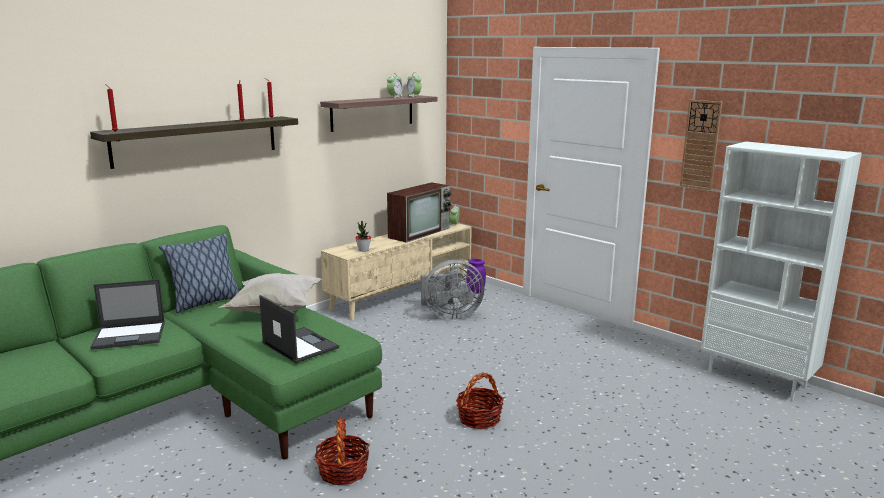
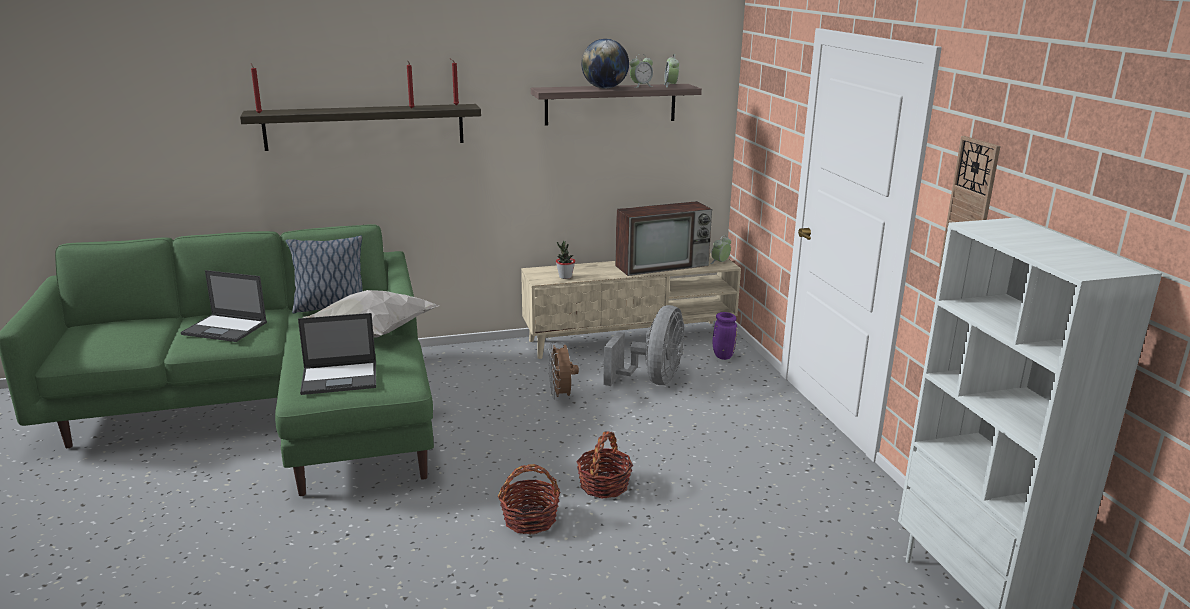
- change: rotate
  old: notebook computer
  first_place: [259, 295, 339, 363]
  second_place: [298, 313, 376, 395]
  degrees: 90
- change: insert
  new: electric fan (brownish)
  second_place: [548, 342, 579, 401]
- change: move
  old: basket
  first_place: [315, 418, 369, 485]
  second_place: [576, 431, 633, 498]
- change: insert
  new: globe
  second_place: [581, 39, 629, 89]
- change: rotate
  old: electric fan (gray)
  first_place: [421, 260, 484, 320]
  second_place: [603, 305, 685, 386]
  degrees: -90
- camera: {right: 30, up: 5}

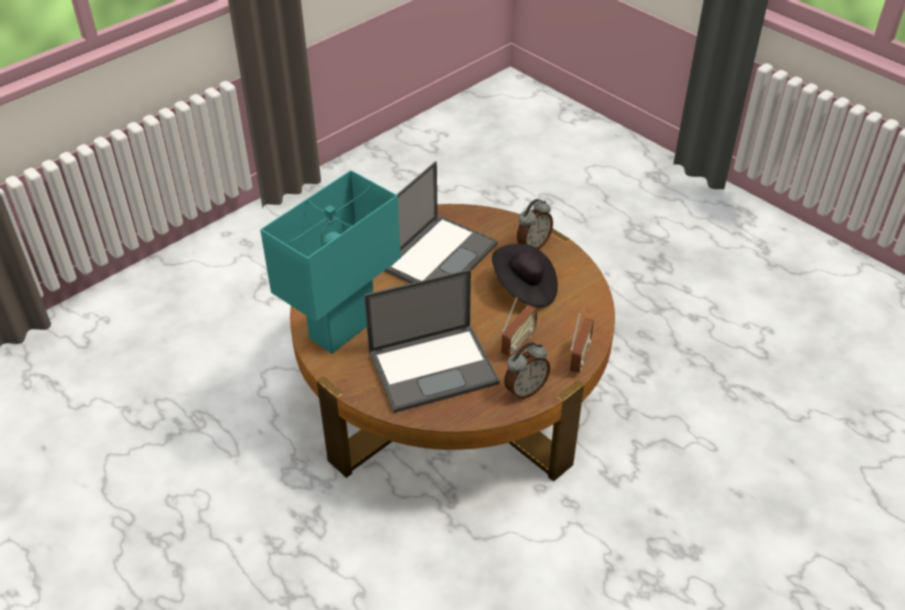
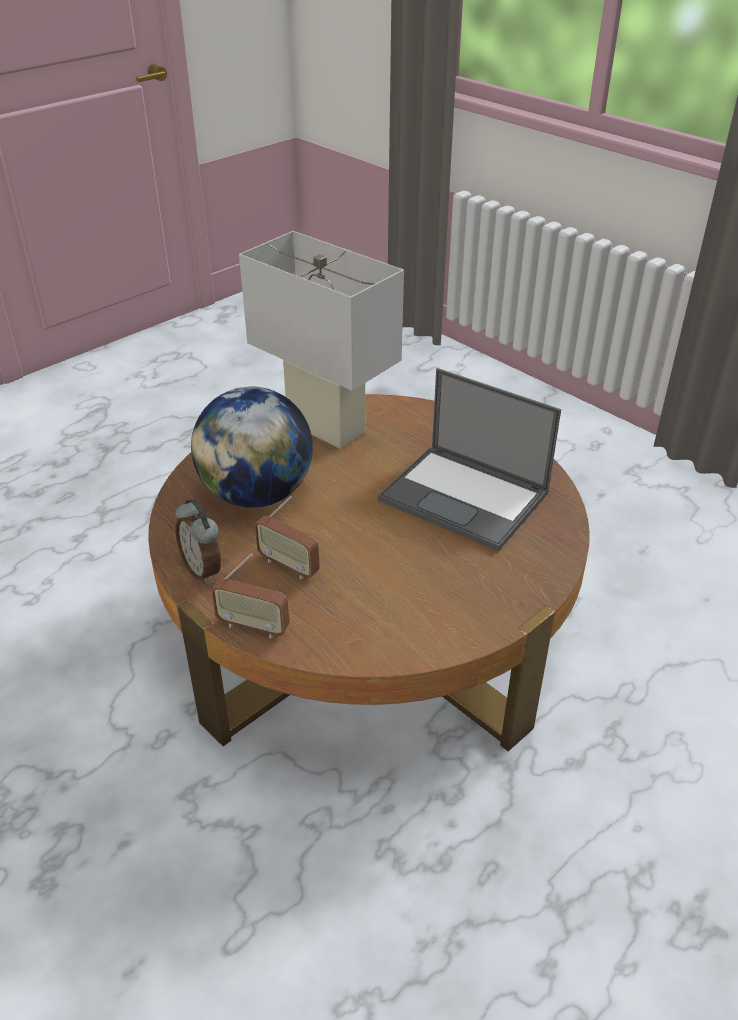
- change: replace
  old: notebook computer
  new: globe
  first_place: [364, 269, 500, 413]
  second_place: [191, 386, 313, 508]
- change: recolor
  old: table lamp (turquoise-coloured)
  new: table lamp (whitish)
  first_place: [260, 170, 401, 354]
  second_place: [239, 231, 404, 449]
- change: delete
  old: clothing hat (blackish)
  first_place: [492, 244, 558, 307]
- change: delete
  old: alarm clock
  first_place: [517, 199, 553, 249]
- camera: {right: 90, up: -5}

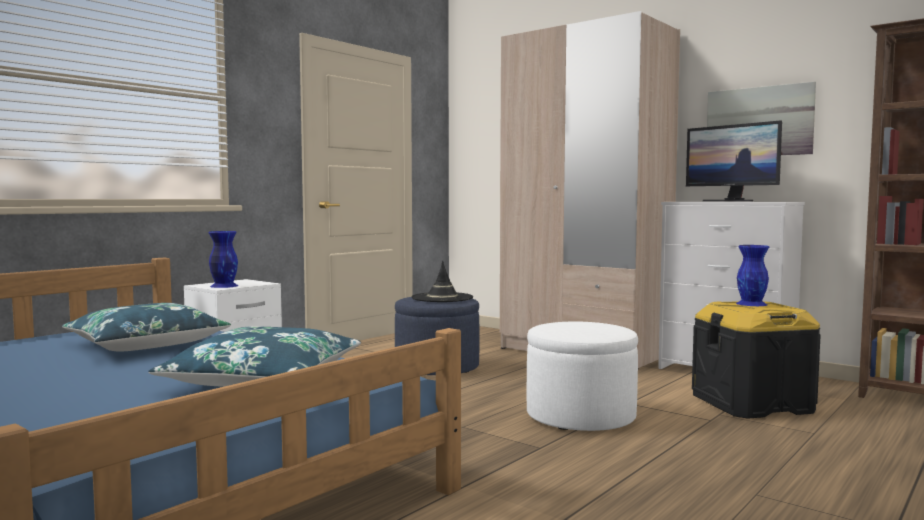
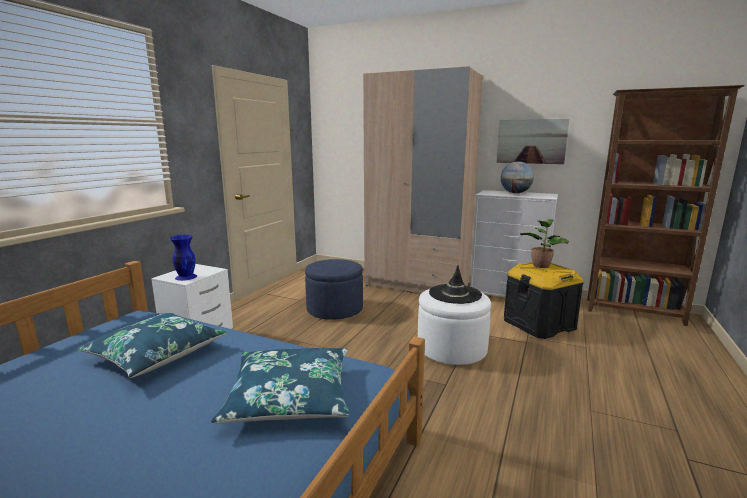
- change: move
  old: clothing hat (blackish)
  first_place: [411, 261, 473, 302]
  second_place: [429, 265, 482, 304]
- change: replace
  old: monitor
  new: globe
  first_place: [686, 120, 782, 202]
  second_place: [501, 161, 534, 193]
- change: replace
  old: vase (blue)
  new: plant in a pot
  first_place: [736, 245, 769, 306]
  second_place: [520, 219, 569, 268]
- camera: {right: -15, up: 10}

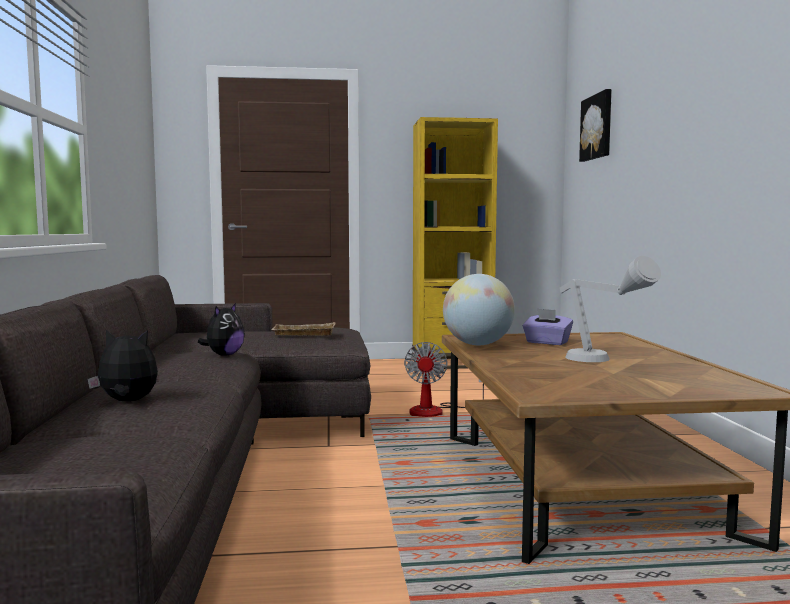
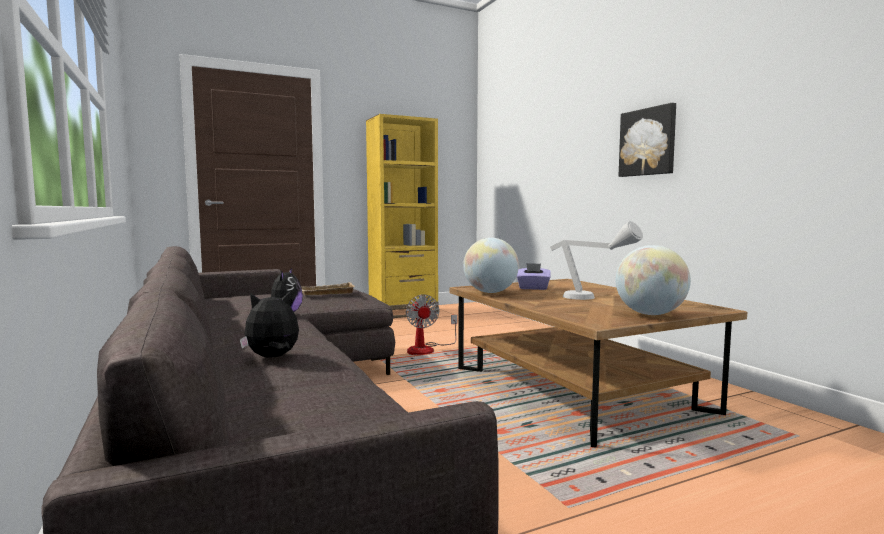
- change: insert
  new: globe
  second_place: [616, 245, 691, 315]
- change: move
  old: wall art
  first_place: [579, 89, 612, 162]
  second_place: [619, 103, 676, 177]
- camera: {right: -20, up: 0}

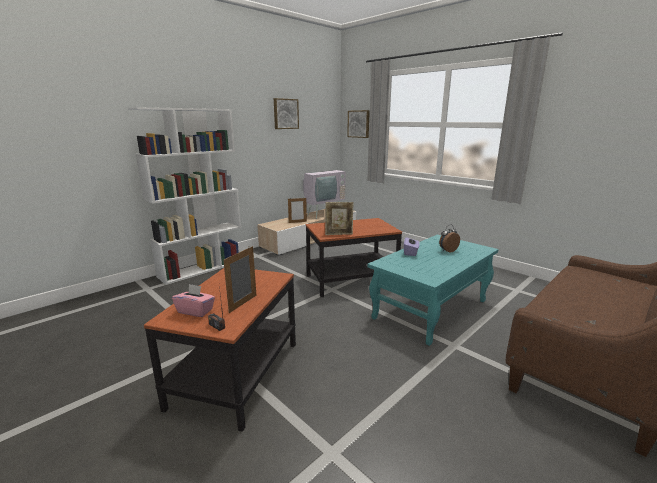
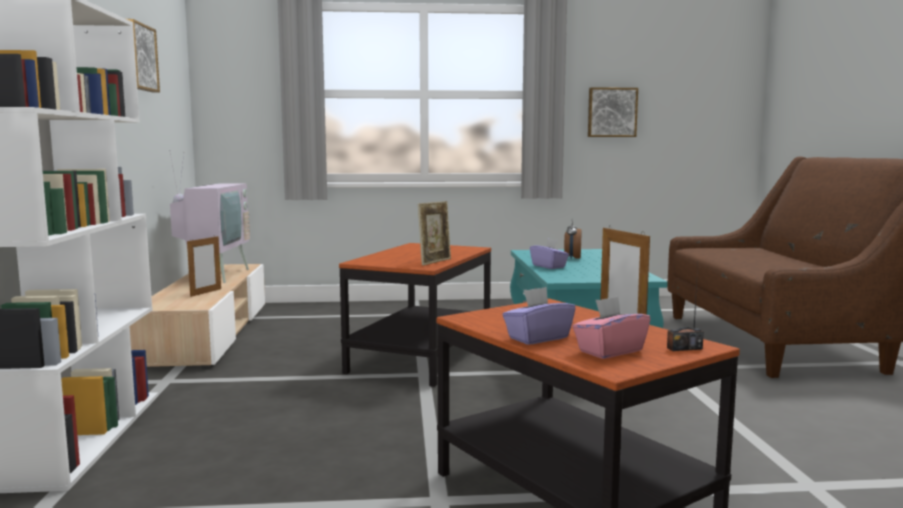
- change: insert
  new: box of tissues (purplish)
  second_place: [503, 287, 576, 345]
- change: move
  old: wall art
  first_place: [347, 110, 370, 138]
  second_place: [588, 87, 638, 137]
- camera: {right: -50, up: -10}

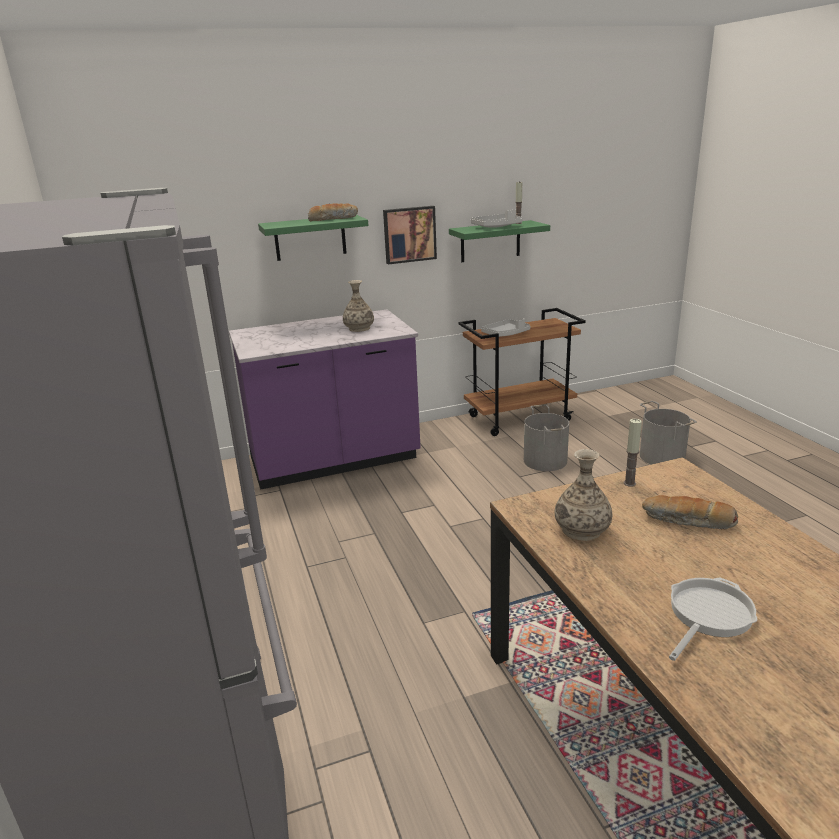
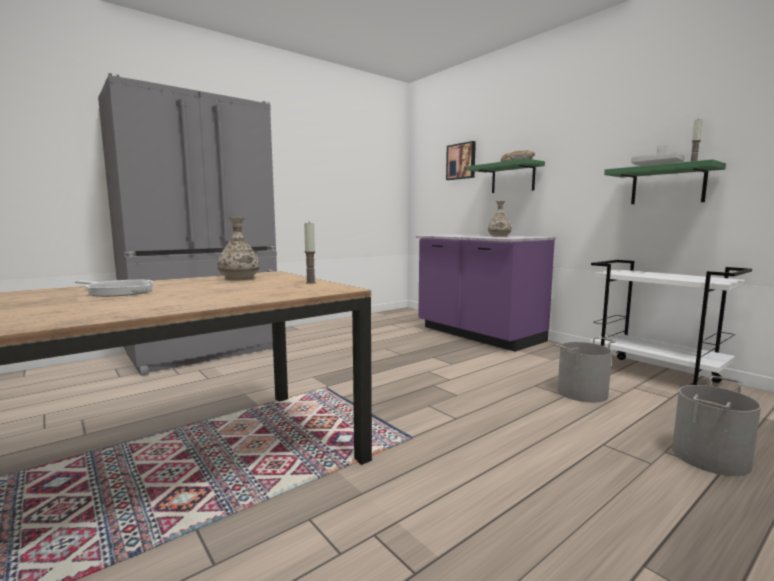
- change: move
  old: wall art
  first_place: [383, 206, 437, 264]
  second_place: [446, 141, 476, 180]
- change: recolor
  old: trolley (brownish)
  new: trolley (whitish)
  first_place: [459, 308, 586, 436]
  second_place: [589, 260, 752, 385]
- change: delete
  old: tray (gray)
  first_place: [481, 319, 530, 337]
- change: delete
  old: bread
  first_place: [642, 495, 738, 530]
- camera: {right: 70, up: -15}

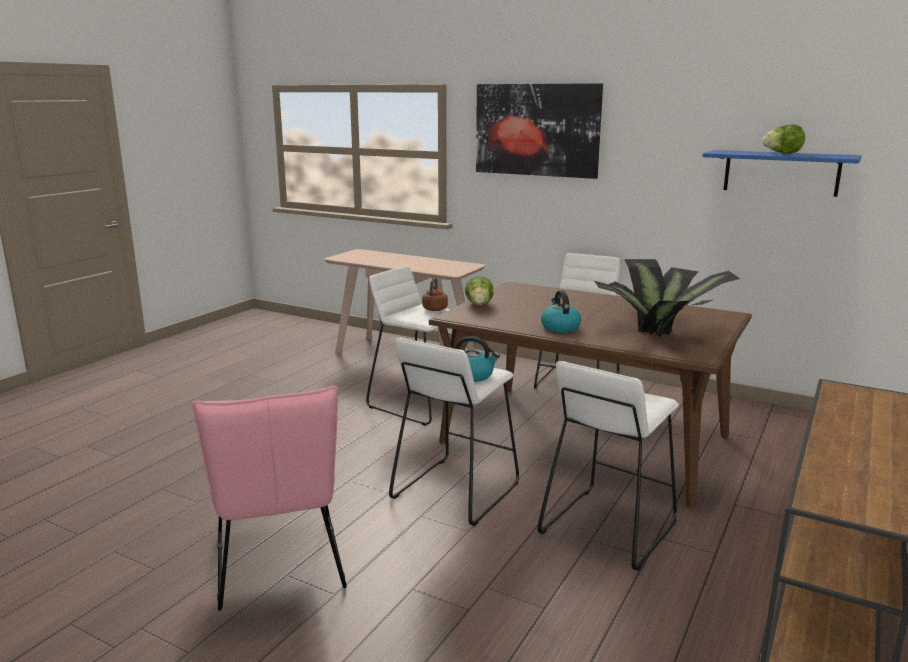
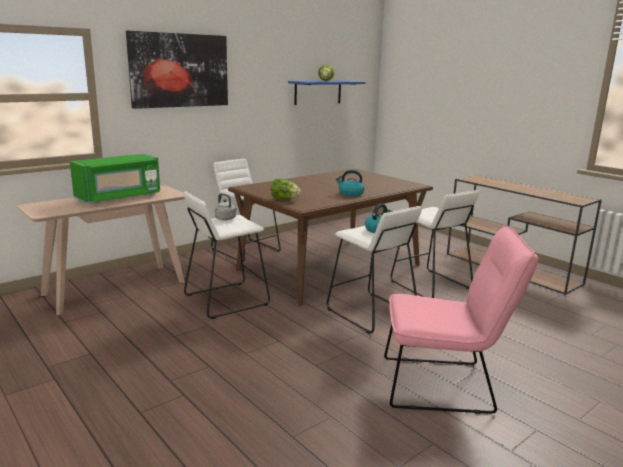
- change: insert
  new: microwave (greenish)
  second_place: [70, 154, 160, 204]
- change: recolor
  old: kettle (brownish)
  new: kettle (gray)
  first_place: [422, 278, 448, 311]
  second_place: [215, 193, 237, 220]
- change: delete
  old: plant in a pot
  first_place: [594, 259, 740, 336]
- camera: {right: -70, up: 0}

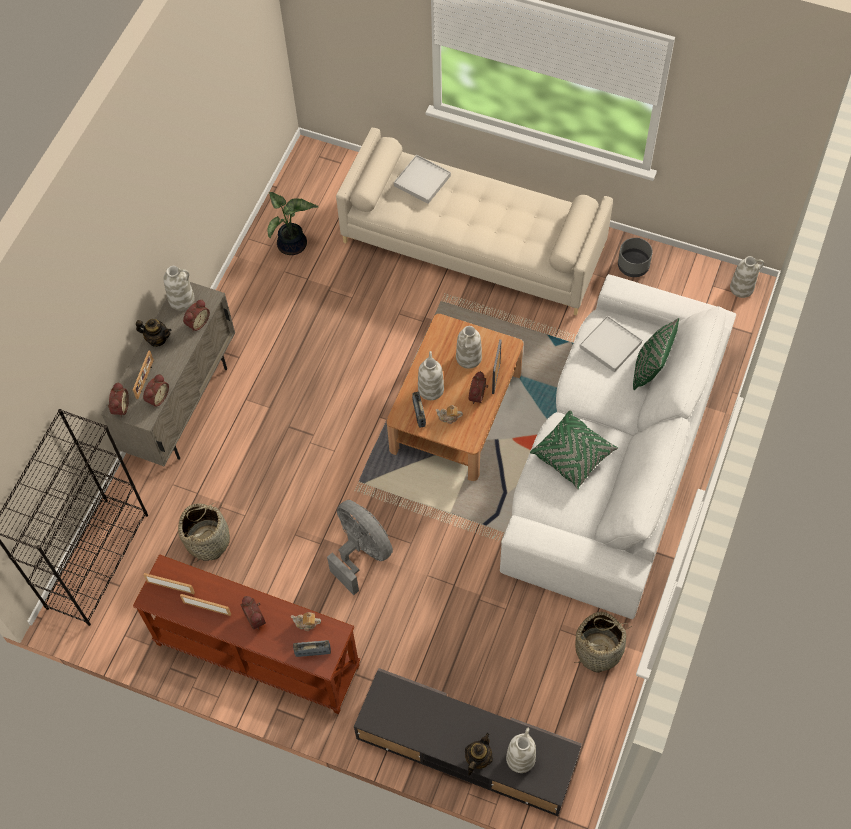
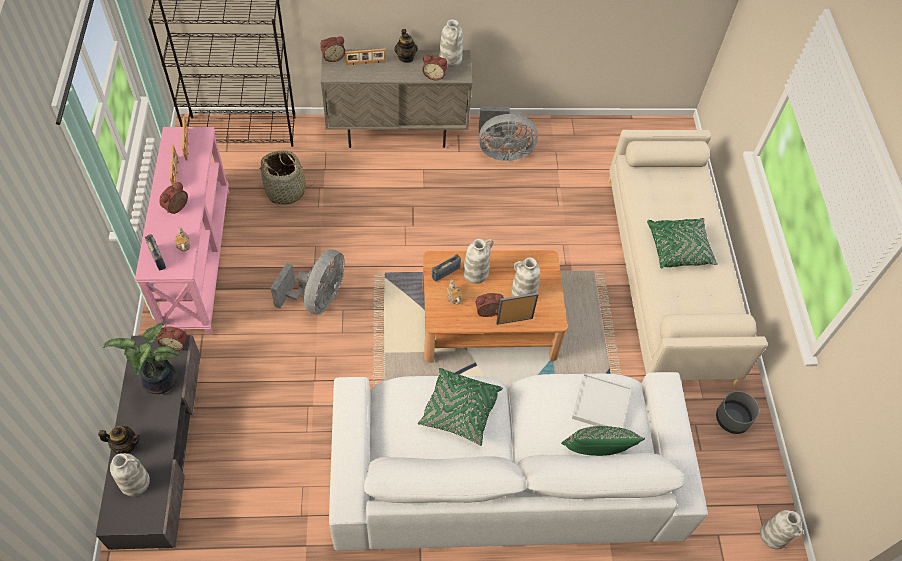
- change: move
  old: plant in a pot
  first_place: [267, 192, 318, 255]
  second_place: [103, 321, 180, 394]
- change: recolor
  old: hall table (brownish)
  new: hall table (pink)
  first_place: [133, 554, 360, 714]
  second_place: [135, 127, 229, 335]
- change: move
  old: alarm clock
  first_place: [143, 374, 169, 407]
  second_place: [157, 327, 187, 350]
- change: insert
  new: electric fan (gray)
  second_place: [478, 106, 538, 161]
- change: insert
  new: cushion (greenish)
  second_place: [647, 218, 718, 268]
- change: delete
  old: tray (whitish)
  first_place: [394, 155, 451, 204]
- change: delete
  old: basket
  first_place: [574, 612, 632, 672]
- camera: {right: 60, up: -5}

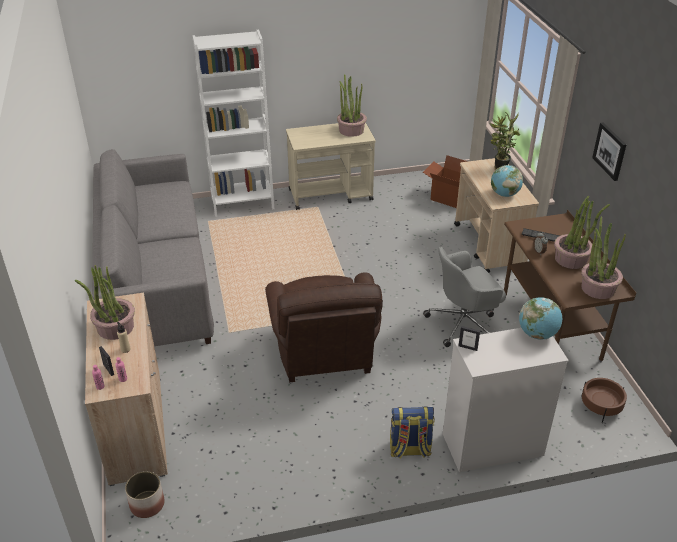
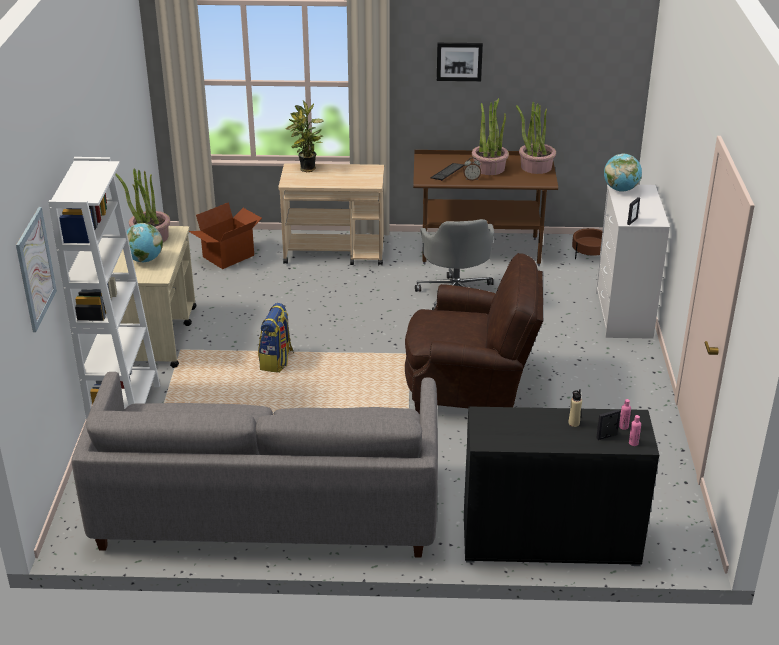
- change: insert
  new: wall art
  second_place: [16, 207, 57, 332]
- change: move
  old: globe
  first_place: [491, 165, 523, 197]
  second_place: [127, 223, 163, 262]
- change: move
  old: rucksack
  first_place: [390, 407, 435, 459]
  second_place: [258, 303, 294, 373]
- change: recolor
  old: storage cabinet (sand-coloured)
  new: storage cabinet (blackish)
  first_place: [85, 293, 168, 486]
  second_place: [464, 406, 659, 566]
- change: delete
  old: plant in a pot
  first_place: [75, 265, 135, 340]
- change: delete
  old: flower pot
  first_place: [125, 471, 164, 518]
- camera: {right: -75, up: -5}

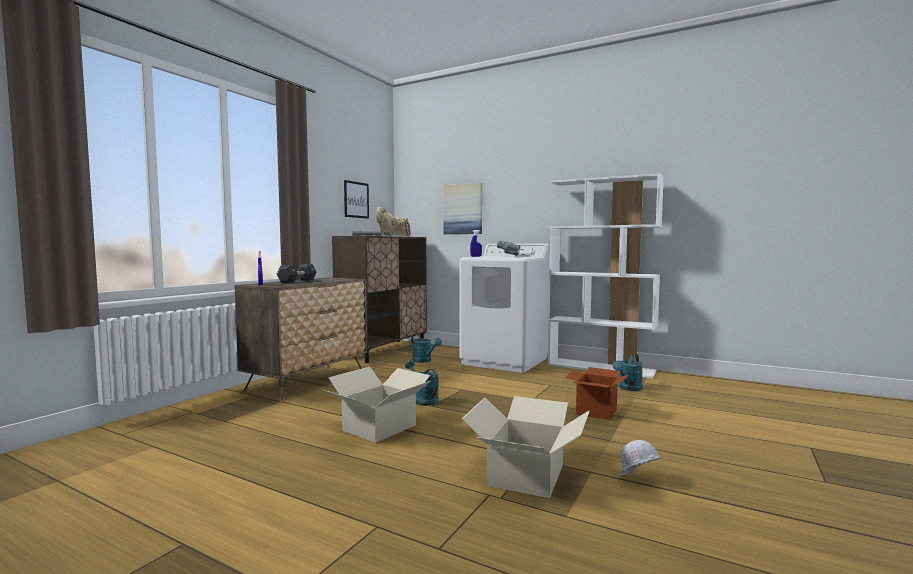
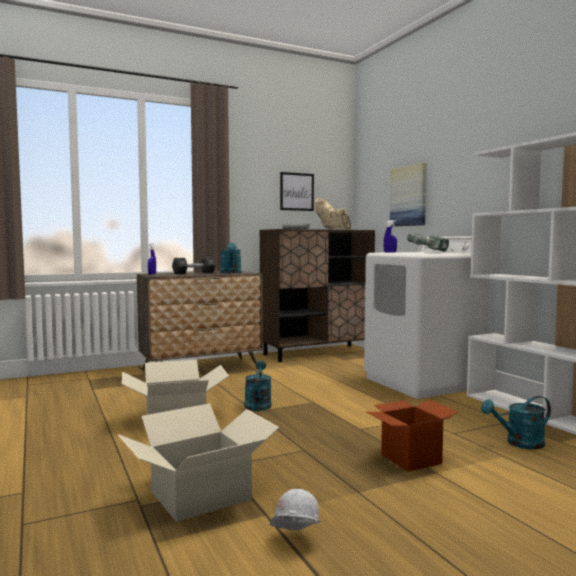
- change: move
  old: watering can (turquoise-coloured)
  first_place: [411, 334, 442, 363]
  second_place: [221, 243, 241, 273]
- camera: {right: 35, up: 0}

